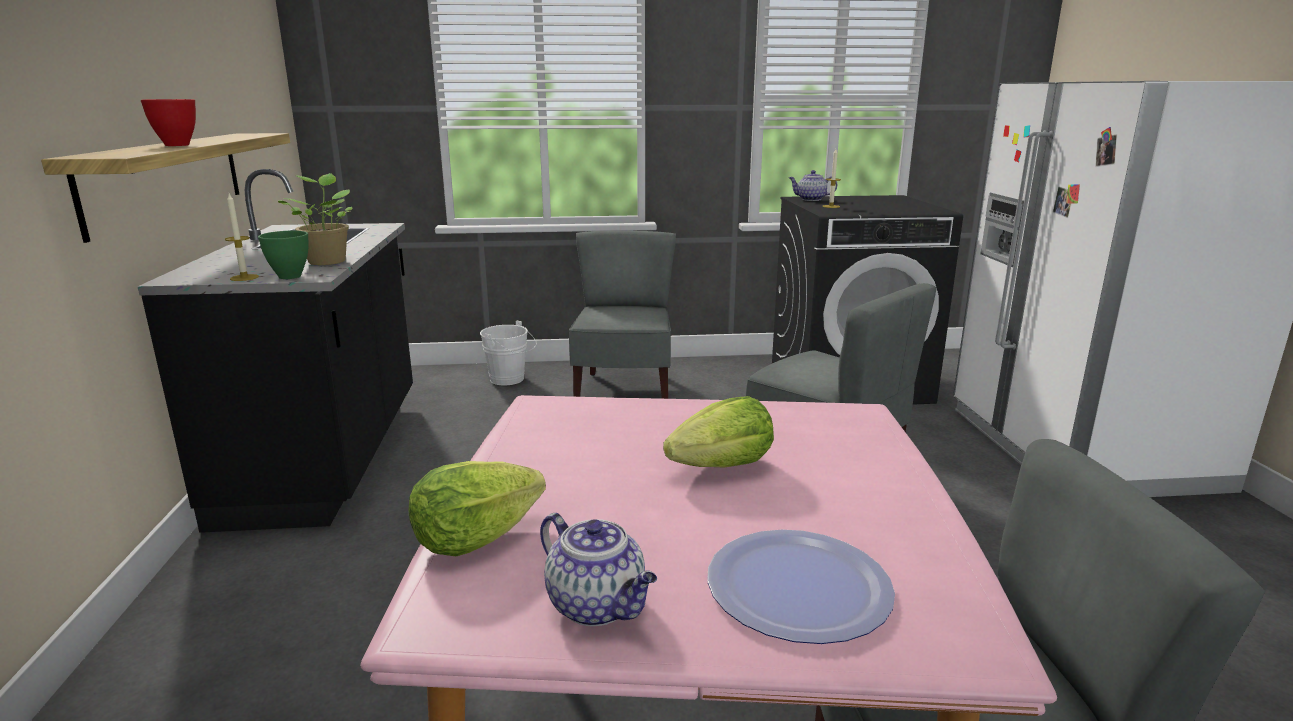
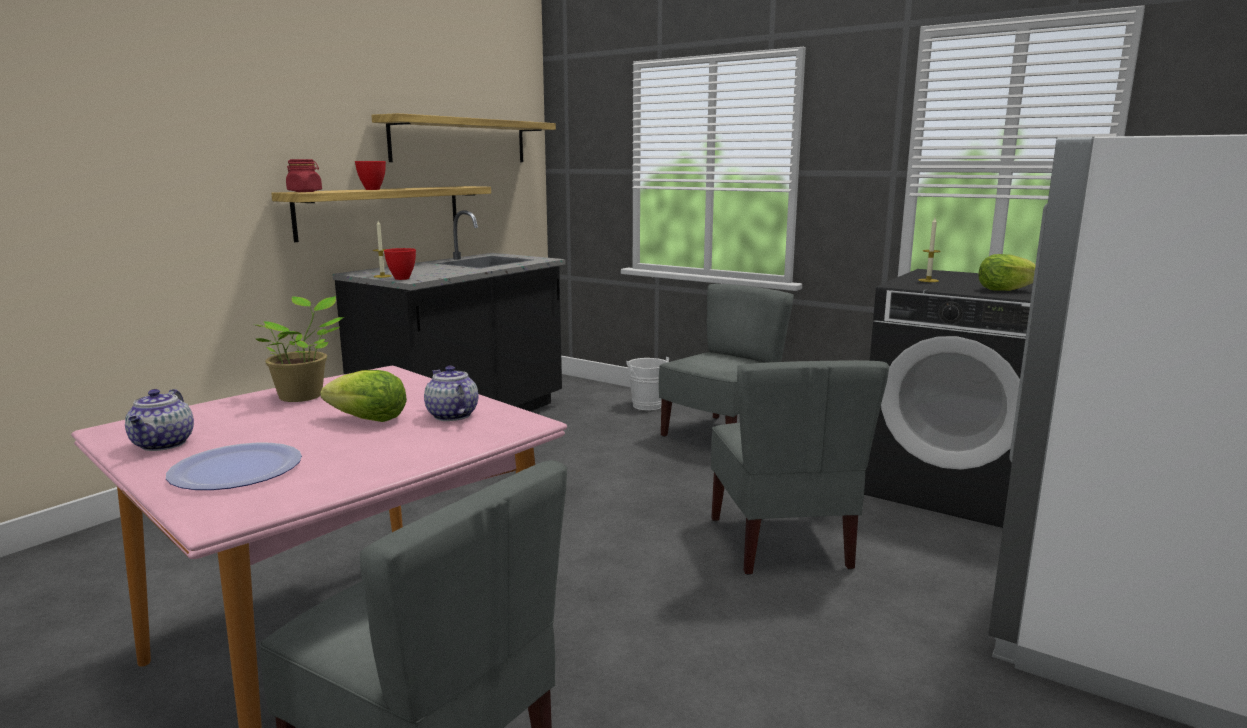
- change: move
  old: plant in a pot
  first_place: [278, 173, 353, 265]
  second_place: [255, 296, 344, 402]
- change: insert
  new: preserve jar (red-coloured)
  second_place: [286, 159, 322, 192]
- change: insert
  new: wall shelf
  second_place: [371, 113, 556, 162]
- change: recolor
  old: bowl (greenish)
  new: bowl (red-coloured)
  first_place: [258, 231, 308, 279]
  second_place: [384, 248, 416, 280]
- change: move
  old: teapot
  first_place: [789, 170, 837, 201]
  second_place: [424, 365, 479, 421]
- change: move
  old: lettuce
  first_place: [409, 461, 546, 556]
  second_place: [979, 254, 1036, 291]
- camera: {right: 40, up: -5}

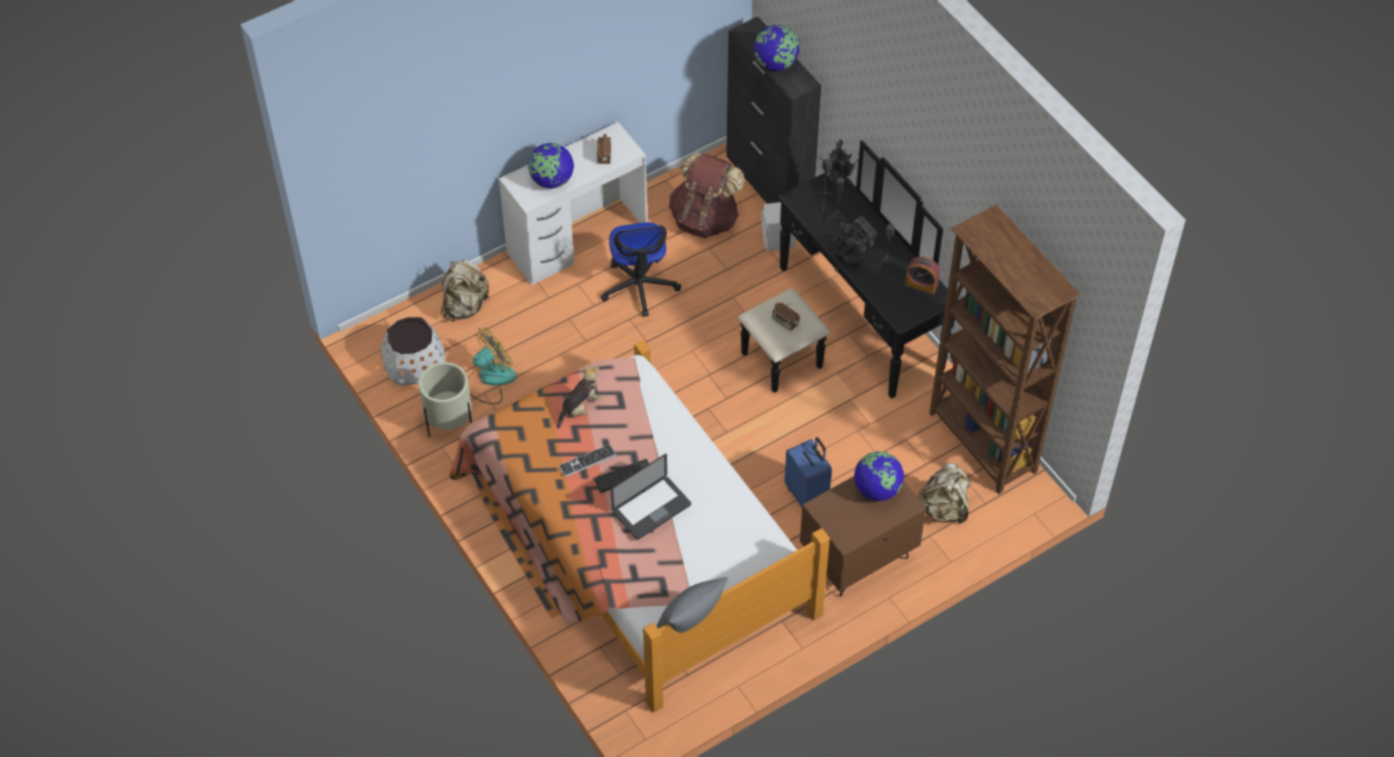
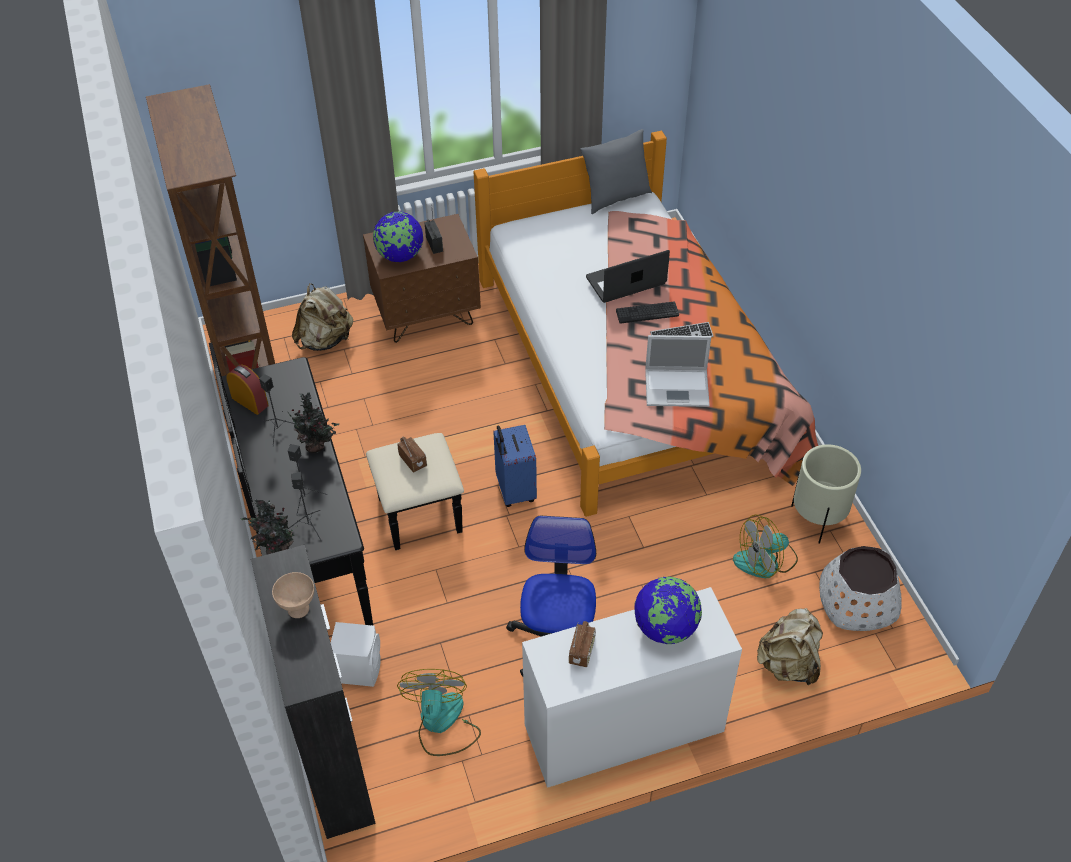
- change: replace
  old: globe
  new: bowl (sand-coloured)
  first_place: [754, 25, 800, 71]
  second_place: [272, 572, 314, 618]
- change: replace
  old: rucksack (brownish)
  new: electric fan
  first_place: [669, 152, 745, 238]
  second_place: [397, 669, 481, 756]
- change: move
  old: radio set
  first_place: [854, 216, 877, 248]
  second_place: [424, 204, 443, 254]
- change: move
  old: suitcase (blue)
  first_place: [784, 437, 832, 507]
  second_place: [493, 425, 537, 507]
- change: replace
  old: soft toy
  new: notebook computer
  first_place: [557, 365, 602, 429]
  second_place: [645, 335, 711, 407]
- camera: {right: -165, up: -5}

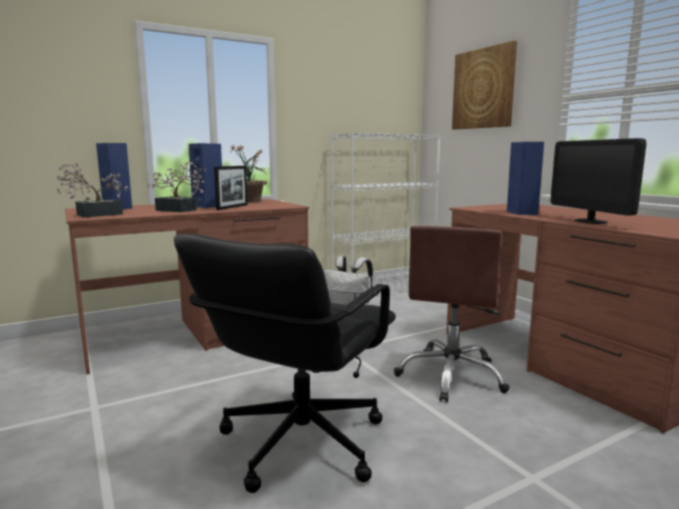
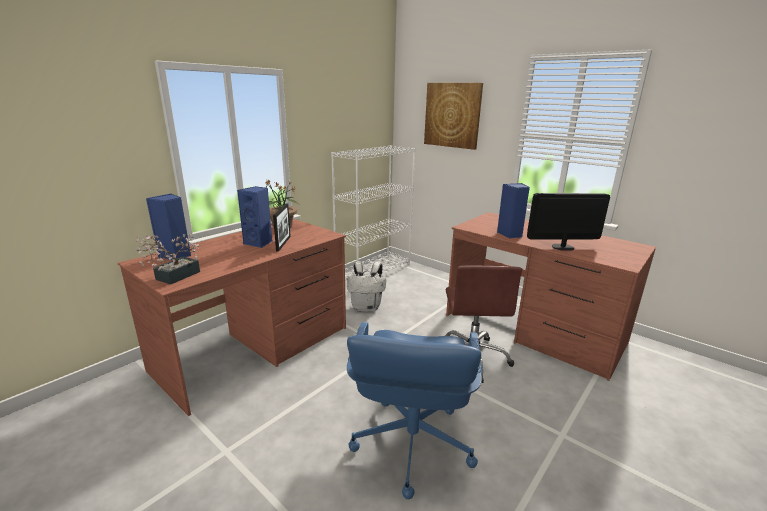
- change: recolor
  old: office chair (blackish)
  new: office chair (blue)
  first_place: [174, 234, 396, 493]
  second_place: [347, 322, 482, 499]
- change: rotate
  old: monitor
  first_place: [550, 138, 646, 224]
  second_place: [527, 193, 610, 251]
  degrees: 120
- change: delete
  old: plant in a pot
  first_place: [146, 162, 206, 212]
- camera: {right: -20, up: 10}

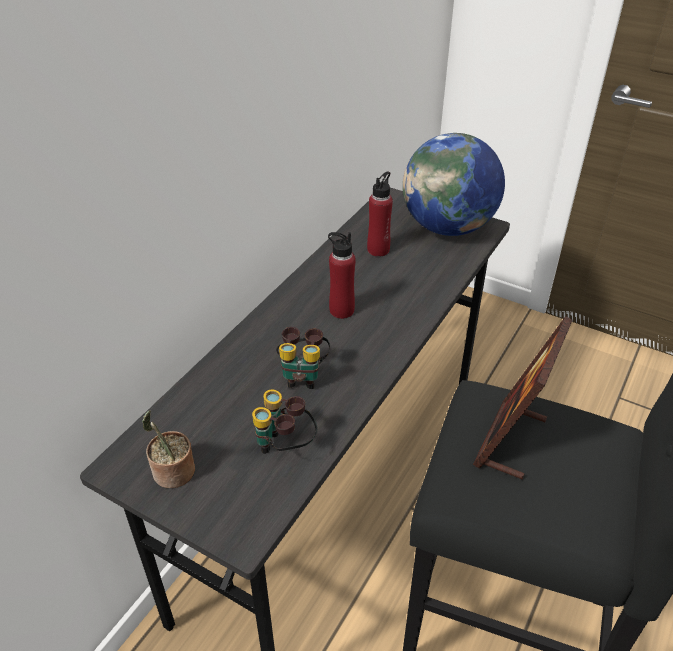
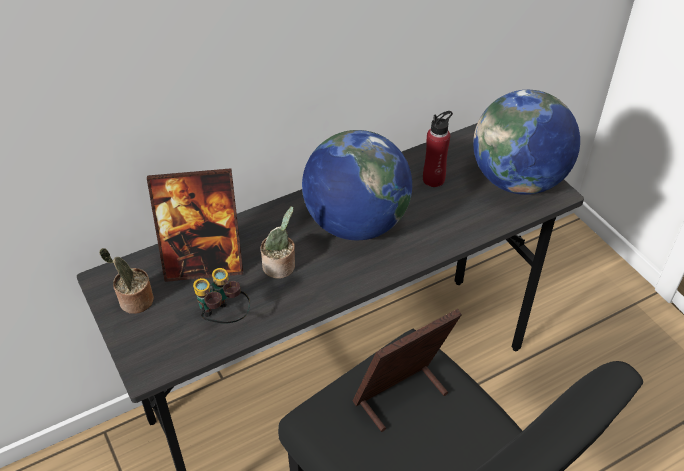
- change: insert
  new: photo frame
  second_place: [147, 168, 243, 282]
- change: replace
  old: pair of binoculars
  new: plant in a pot
  first_place: [276, 327, 330, 389]
  second_place: [261, 206, 295, 279]
- change: replace
  old: beverage bottle (red-coloured)
  new: globe
  first_place: [328, 232, 356, 319]
  second_place: [302, 130, 412, 240]
- camera: {right: 30, up: 5}

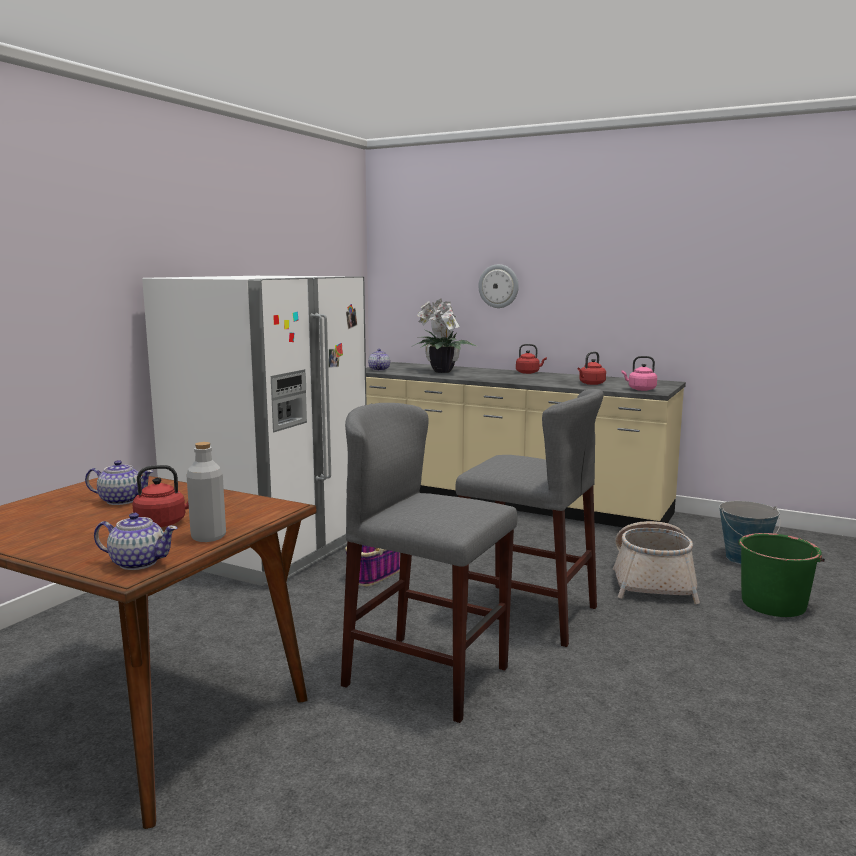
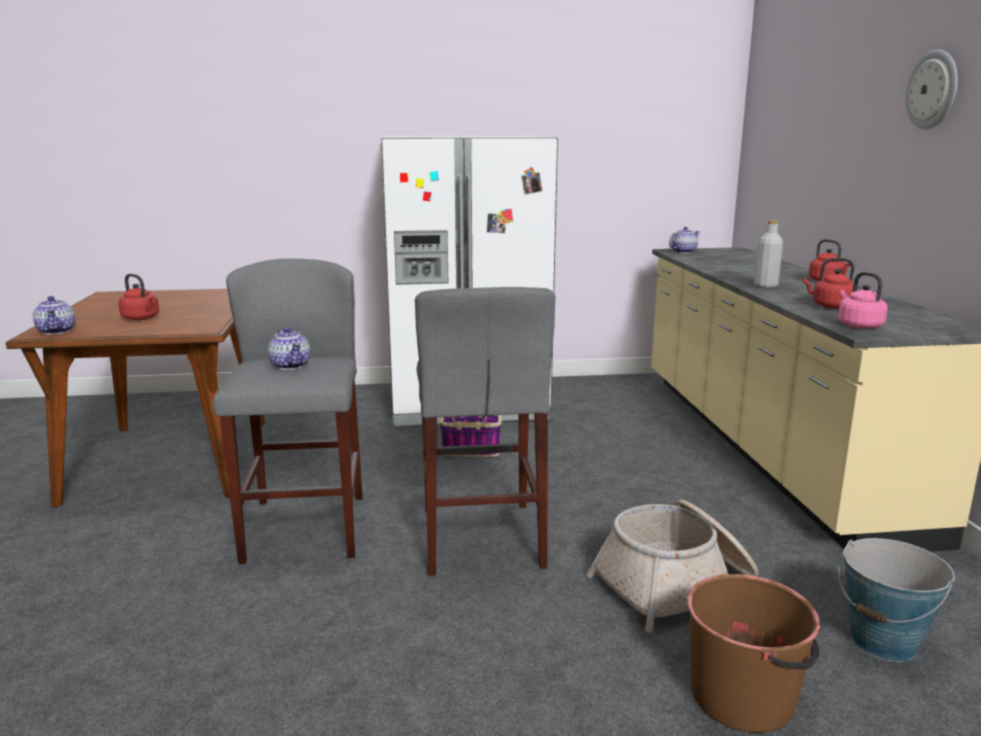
- change: move
  old: teapot
  first_place: [85, 460, 153, 505]
  second_place: [268, 327, 311, 370]
- change: recolor
  old: pail (greenish)
  new: pail (brownish)
  first_place: [738, 533, 825, 617]
  second_place: [687, 574, 820, 733]
- change: move
  old: beverage bottle (gray)
  first_place: [187, 442, 226, 542]
  second_place: [754, 220, 783, 288]
- change: move
  old: clock on the wall
  first_place: [479, 264, 519, 308]
  second_place: [905, 49, 958, 129]
- change: delete
  old: plant in a pot
  first_place: [411, 299, 476, 373]
- camera: {right: 55, up: 5}

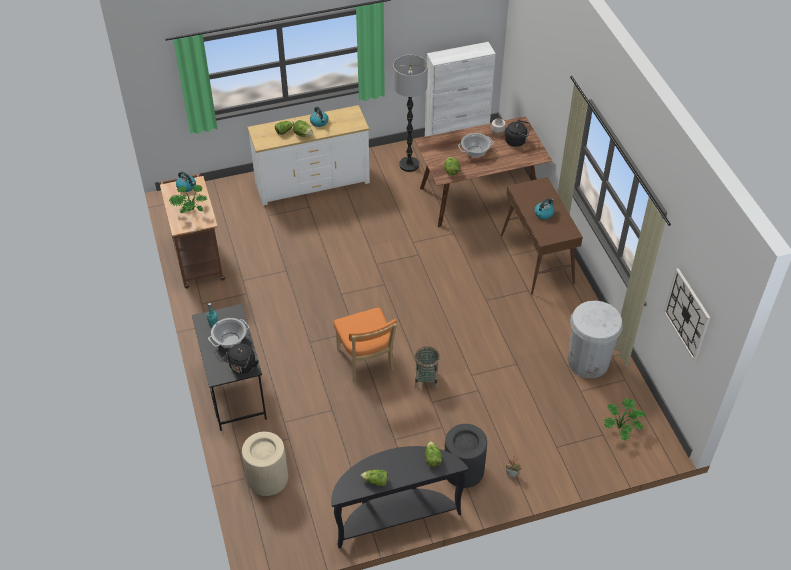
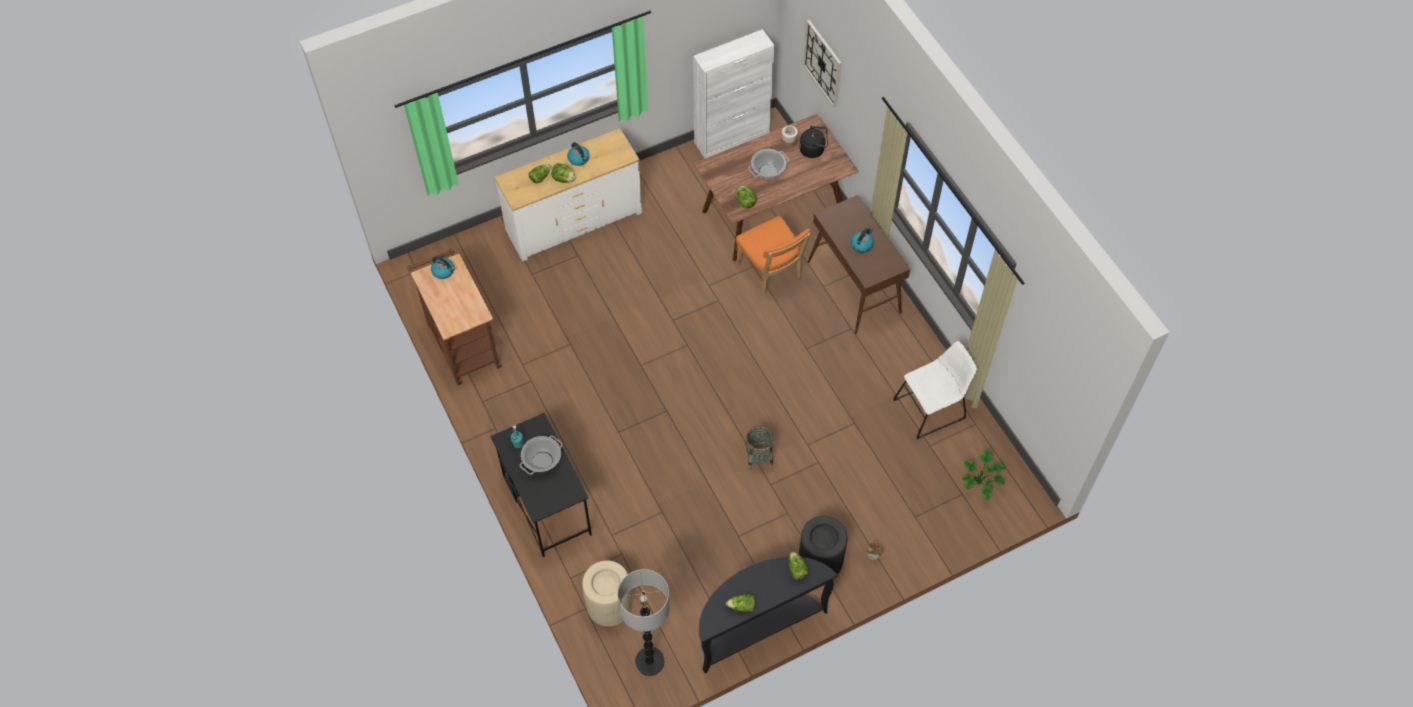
- change: move
  old: standing lamp
  first_place: [393, 55, 428, 172]
  second_place: [618, 569, 670, 676]
- change: move
  old: upright chair (orange-coloured)
  first_place: [334, 308, 397, 382]
  second_place: [736, 216, 811, 298]
- change: move
  old: clock on the wall
  first_place: [664, 268, 710, 361]
  second_place: [803, 20, 842, 108]
- change: replace
  old: trash can (whitish)
  new: upright chair (whitish)
  first_place: [567, 301, 623, 378]
  second_place: [893, 341, 977, 439]
- change: delete
  old: plant in a pot
  first_place: [169, 185, 207, 213]
- change: delete
  old: kettle (blackish)
  first_place: [223, 343, 259, 374]
- camera: {right: -10, up: 10}

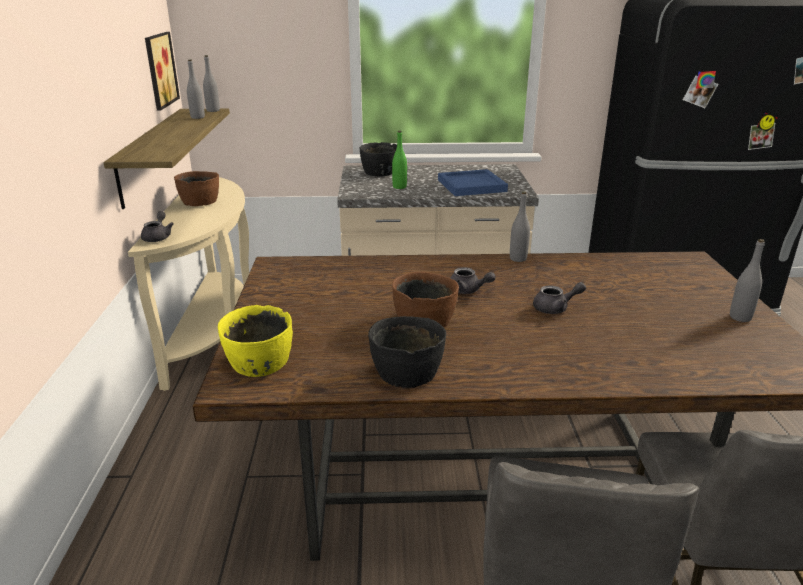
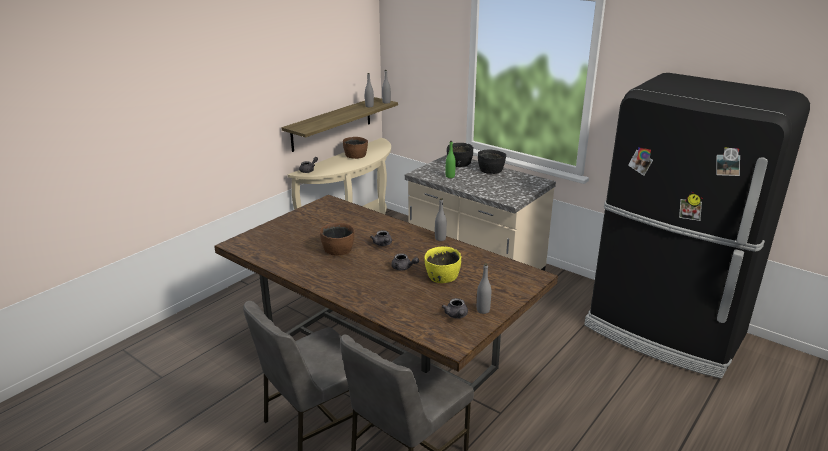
- change: move
  old: bowl (yellow-coloured)
  first_place: [218, 305, 293, 377]
  second_place: [424, 246, 461, 283]
- change: insert
  new: teapot (gray)
  second_place: [442, 298, 468, 318]
- change: move
  old: bowl (blackish)
  first_place: [368, 316, 446, 388]
  second_place: [478, 149, 506, 174]
- change: delete
  old: wall art
  first_place: [145, 32, 180, 111]
- change: delete
  old: tray (blue)
  first_place: [438, 169, 508, 196]
- camera: {right: 40, up: 0}

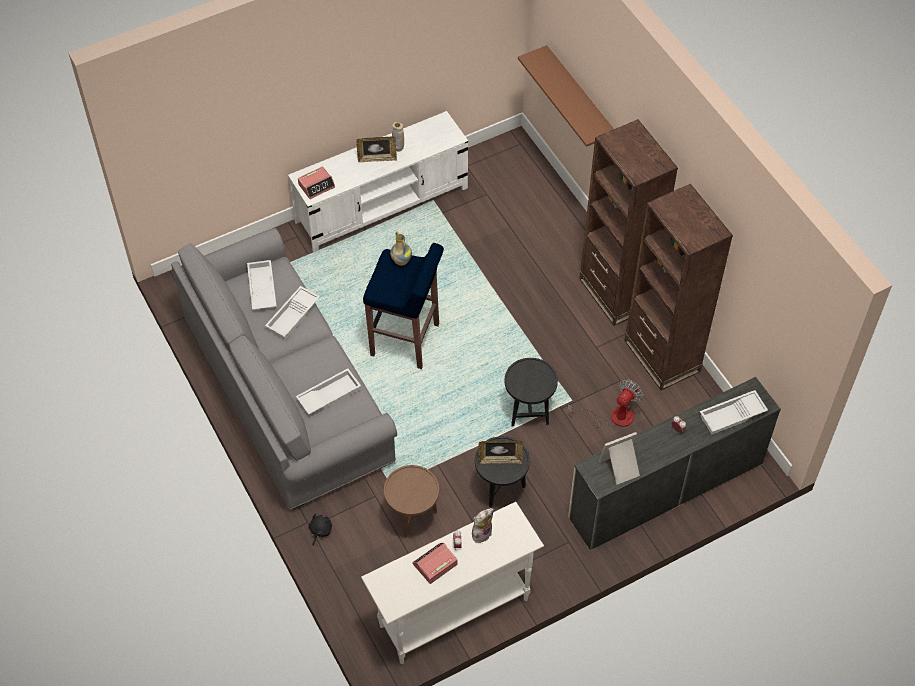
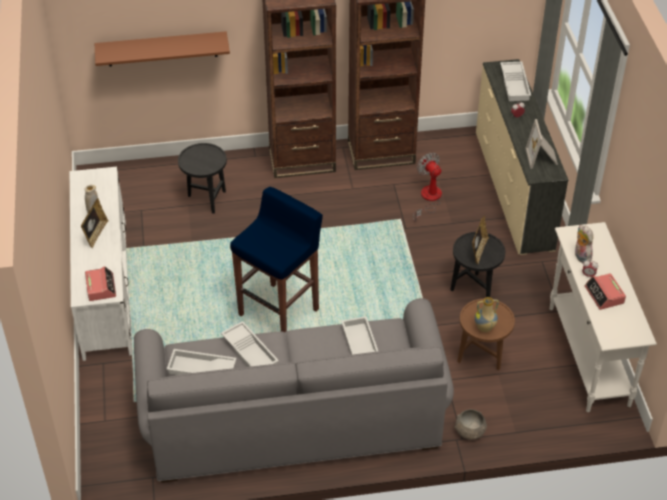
- change: move
  old: accent table (blackish)
  first_place: [504, 358, 558, 426]
  second_place: [178, 143, 227, 214]
- change: replace
  old: soft toy (blackish)
  new: bowl (gray)
  first_place: [309, 513, 332, 545]
  second_place: [455, 409, 487, 440]
- change: move
  old: vase
  first_place: [390, 231, 412, 266]
  second_place: [475, 297, 499, 332]
- camera: {right: -70, up: -10}

